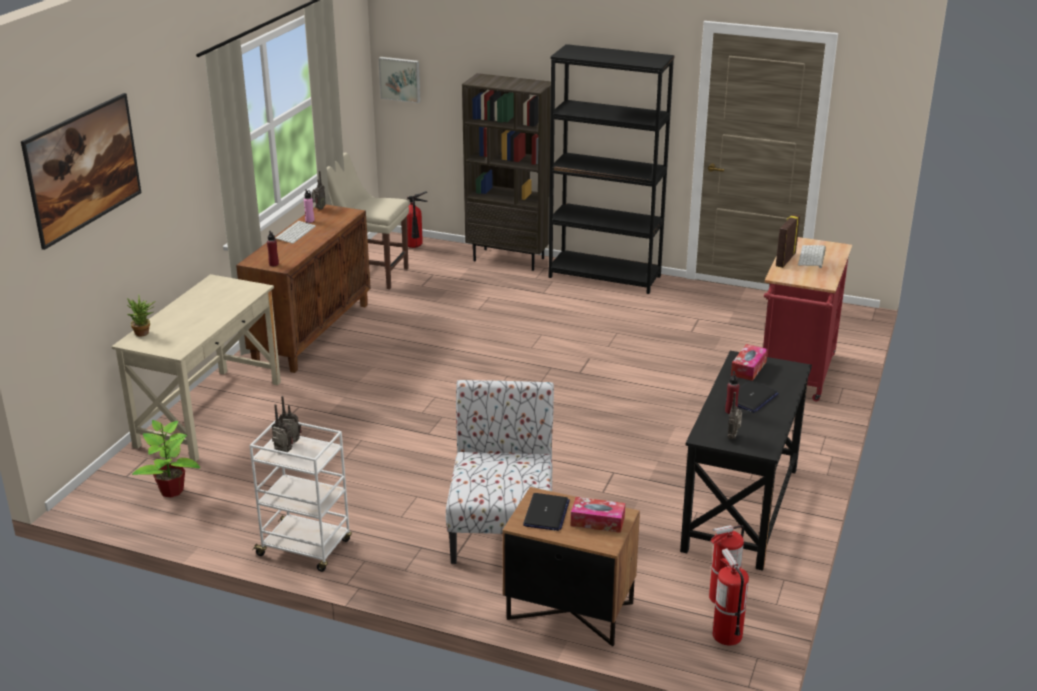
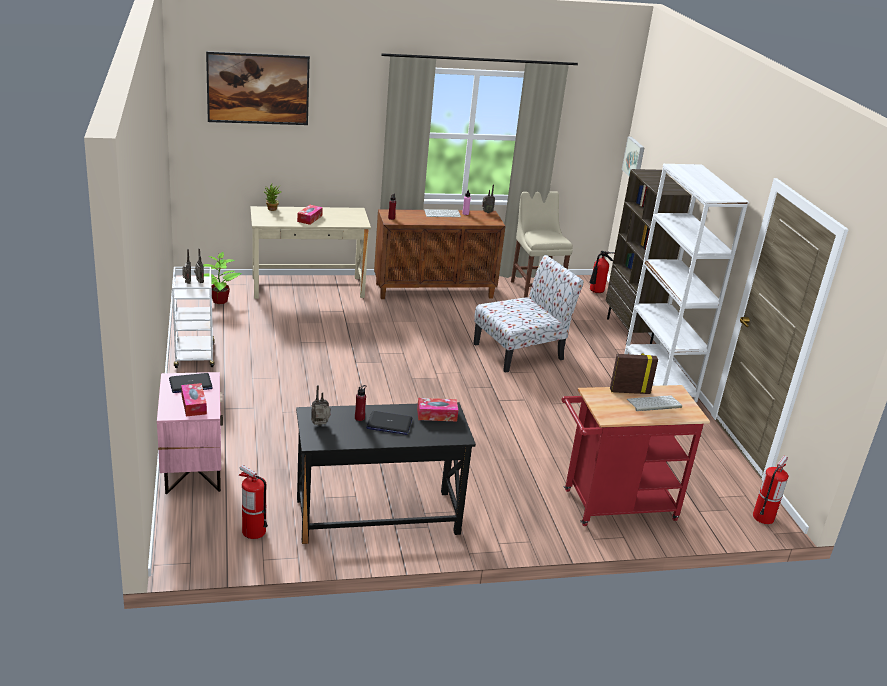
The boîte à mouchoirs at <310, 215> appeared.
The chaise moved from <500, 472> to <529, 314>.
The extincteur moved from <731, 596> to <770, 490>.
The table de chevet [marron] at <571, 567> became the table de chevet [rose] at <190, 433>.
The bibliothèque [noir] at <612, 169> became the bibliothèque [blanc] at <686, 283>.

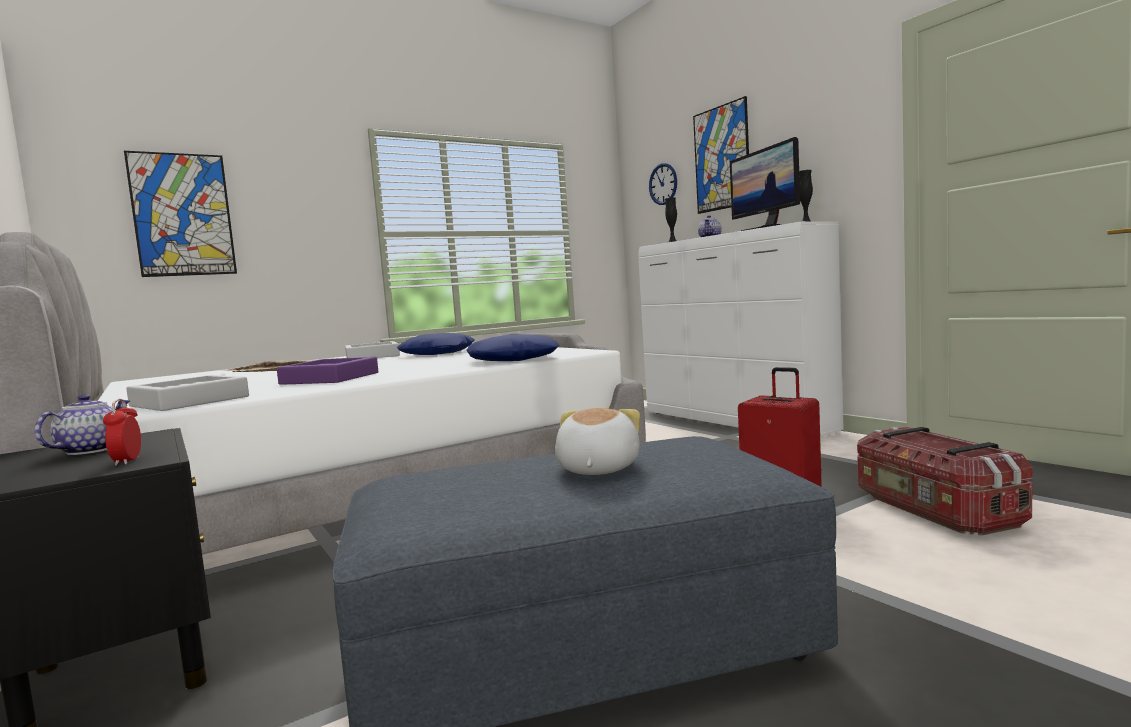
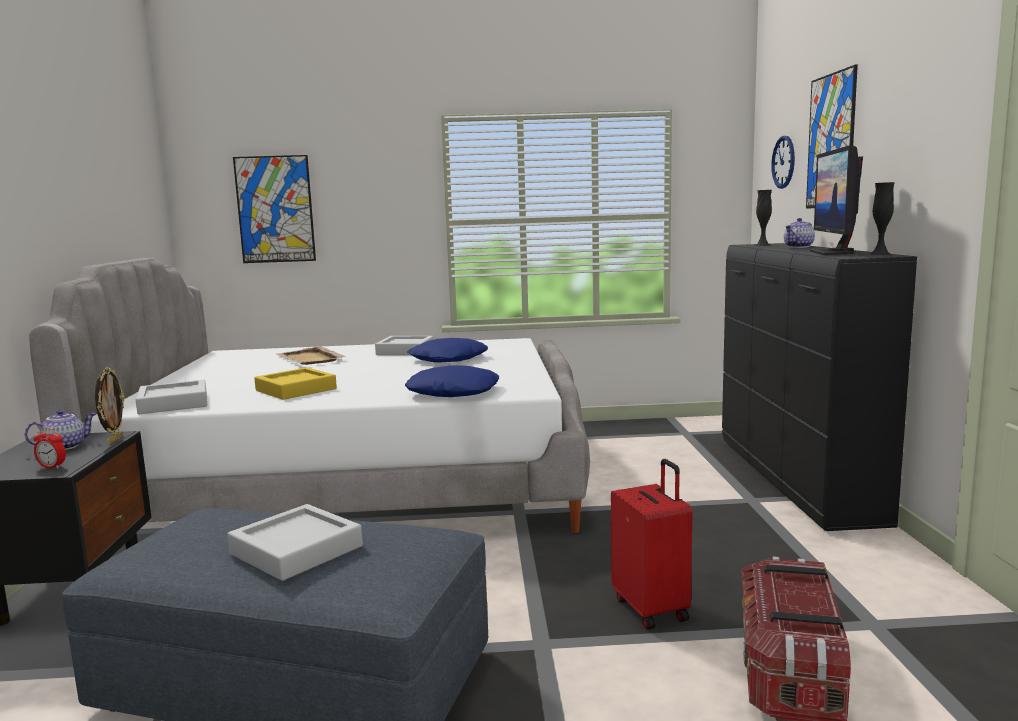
The cadre photo at <110, 406> appeared.
The peluche at <597, 441> was replaced by the plateau [gris] at <295, 542>.
The plateau [violet] at <327, 371> became the plateau [jaune] at <295, 383>.
The commode [blanc] at <741, 328> became the commode [noir] at <819, 387>.
The réveil at <122, 432> turned 90 degrees counterclockwise.

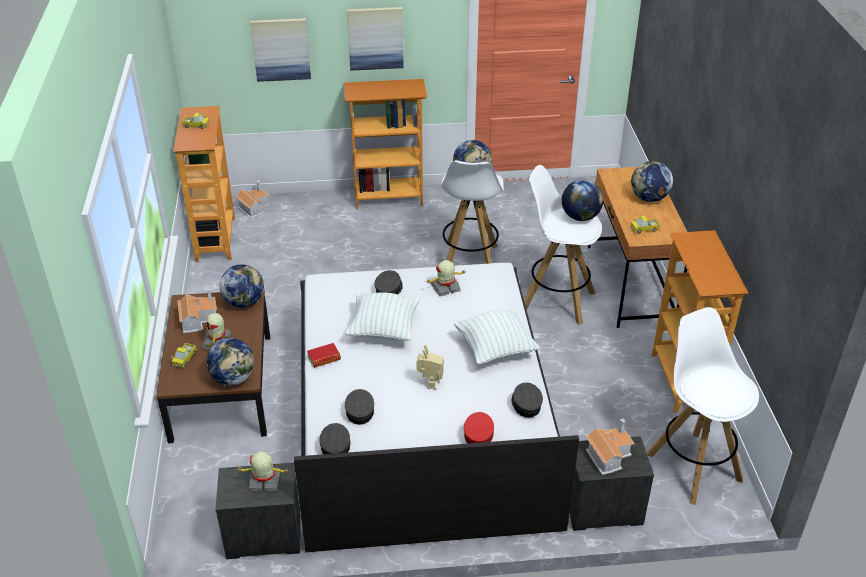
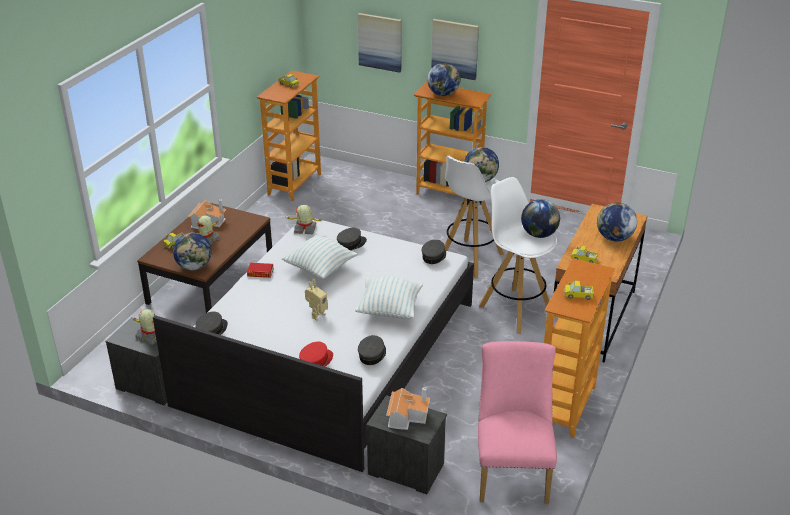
The maison miniature at <253, 199> disappeared.
The camion jouet at <579, 290> appeared.
The globe moved from <241, 286> to <444, 79>.
The casquette [gris] moved from <359, 407> to <434, 251>.
The robot jouet moved from <446, 278> to <305, 219>.
The tabouret [blanc] at <703, 406> was replaced by the chaise [rose] at <517, 422>.

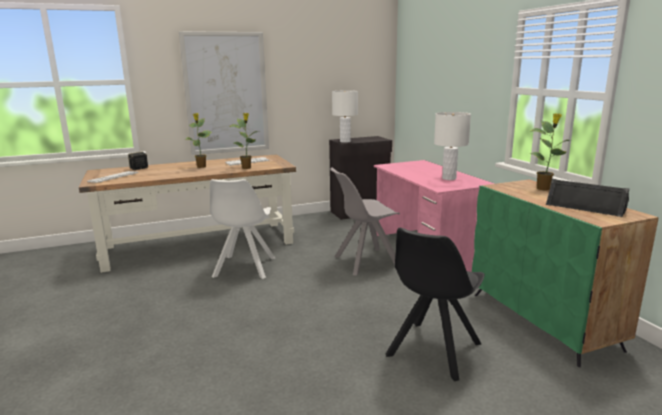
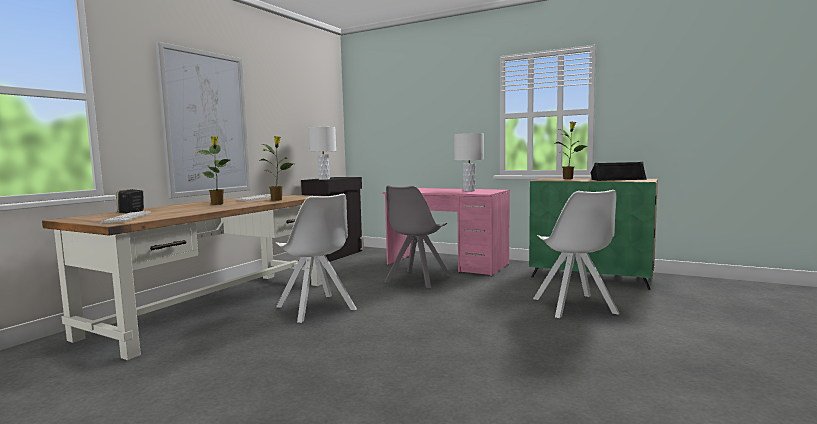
The chaise [noir] at <435, 304> became the chaise [blanc] at <576, 254>.

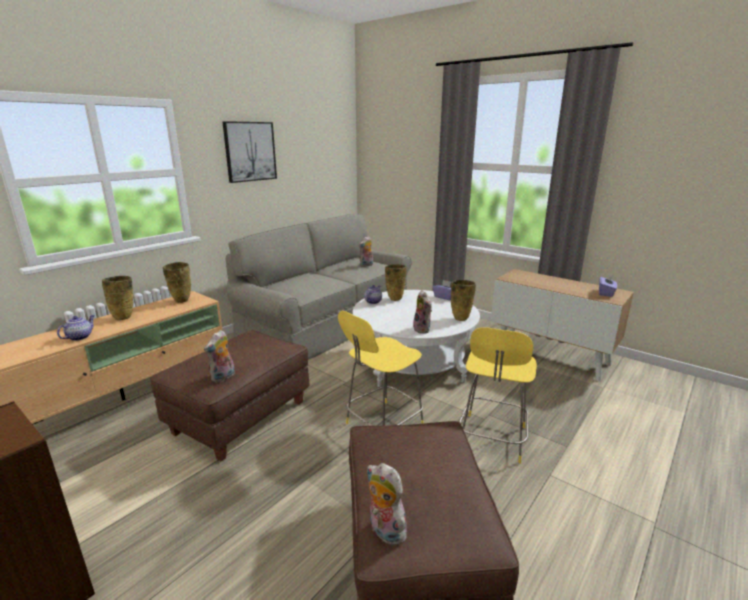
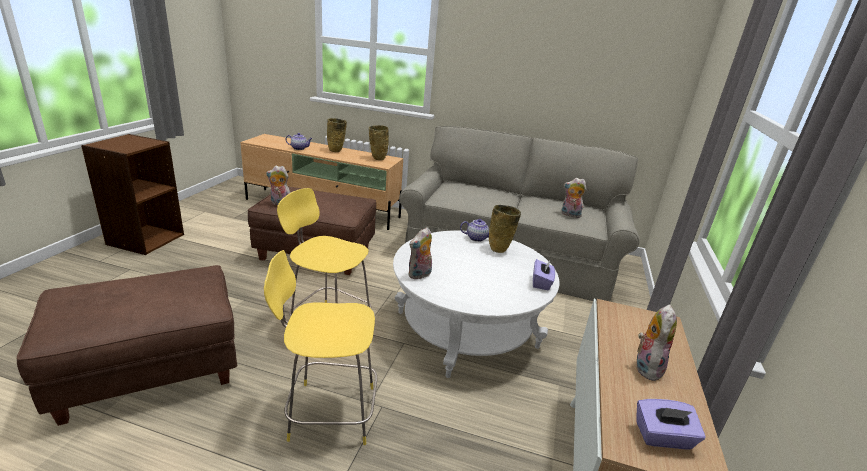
The tableau at <249, 152> disappeared.
The vase [beige] at <463, 300> disappeared.
The peluche moved from <388, 504> to <656, 342>.

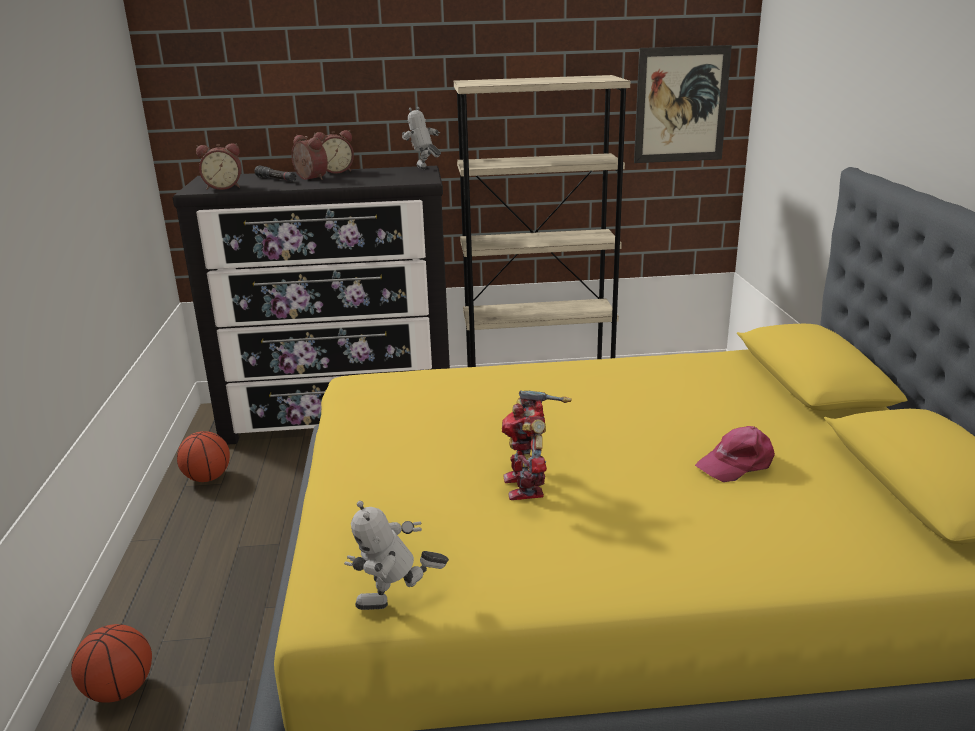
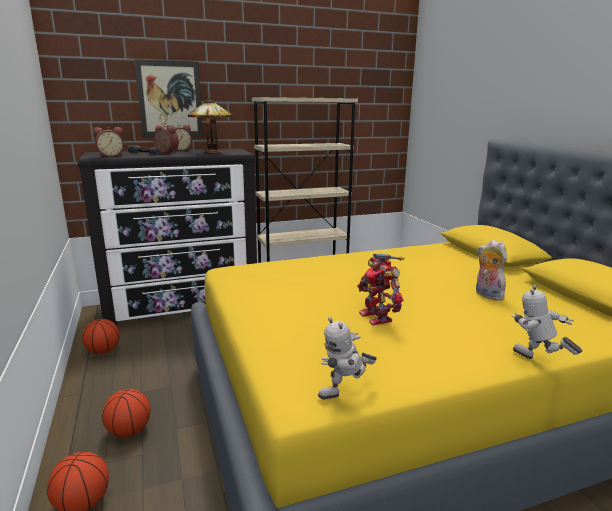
The ballon de basket at <126, 413> appeared.
The lampe de table at <210, 125> appeared.
The robot jouet moved from <421, 138> to <546, 321>.
The tableau moved from <683, 104> to <168, 98>.
The casquette [rose] at <735, 454> was replaced by the peluche at <491, 270>.

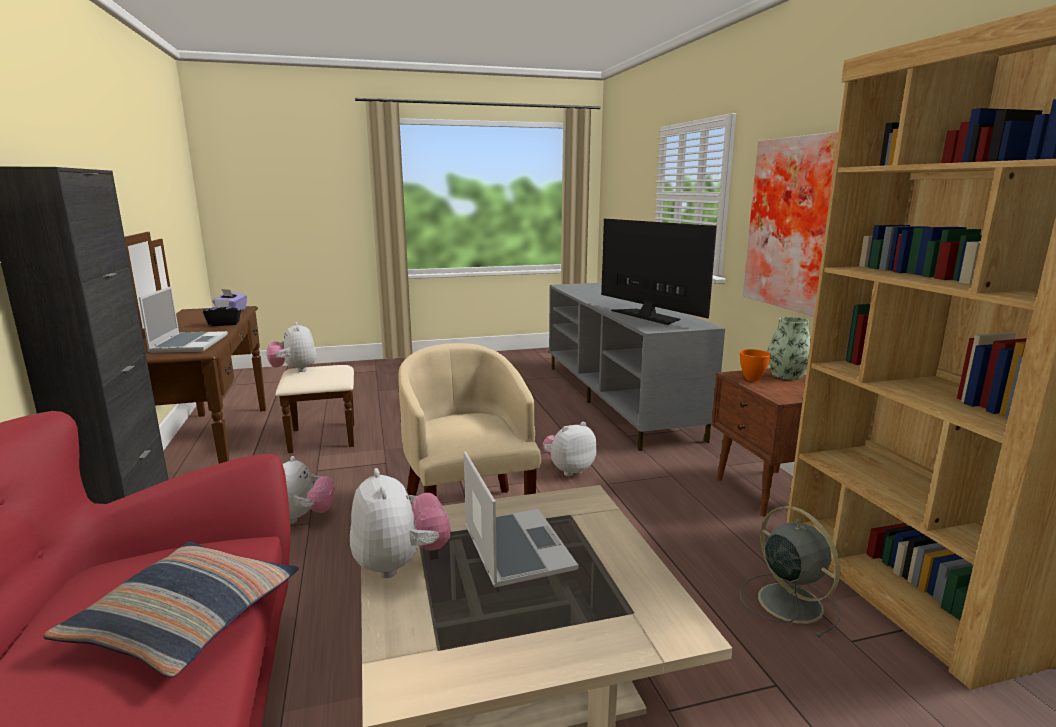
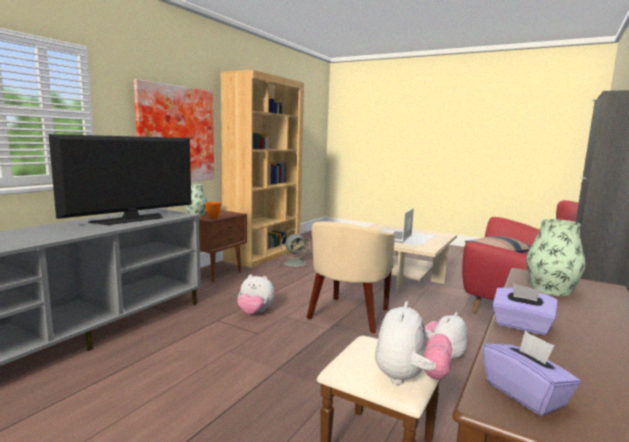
The peluche at <400, 523> disappeared.
The ordinateur portable at <183, 319> was replaced by the vase at <555, 257>.
The boîte à mouchoirs [noir] at <222, 312> became the boîte à mouchoirs [violet] at <525, 309>.
The téléviseur at <659, 272> turned 150 degrees counterclockwise.
The ventilateur [gris] at <790, 572> turned 135 degrees counterclockwise.

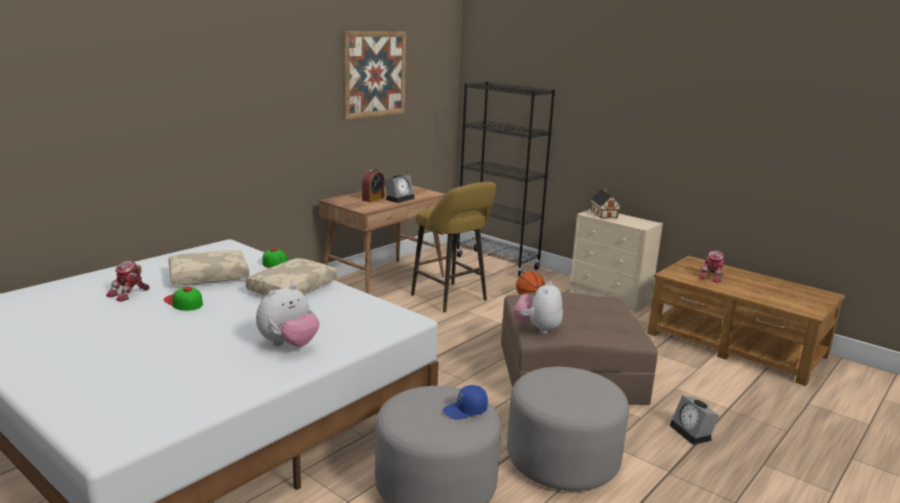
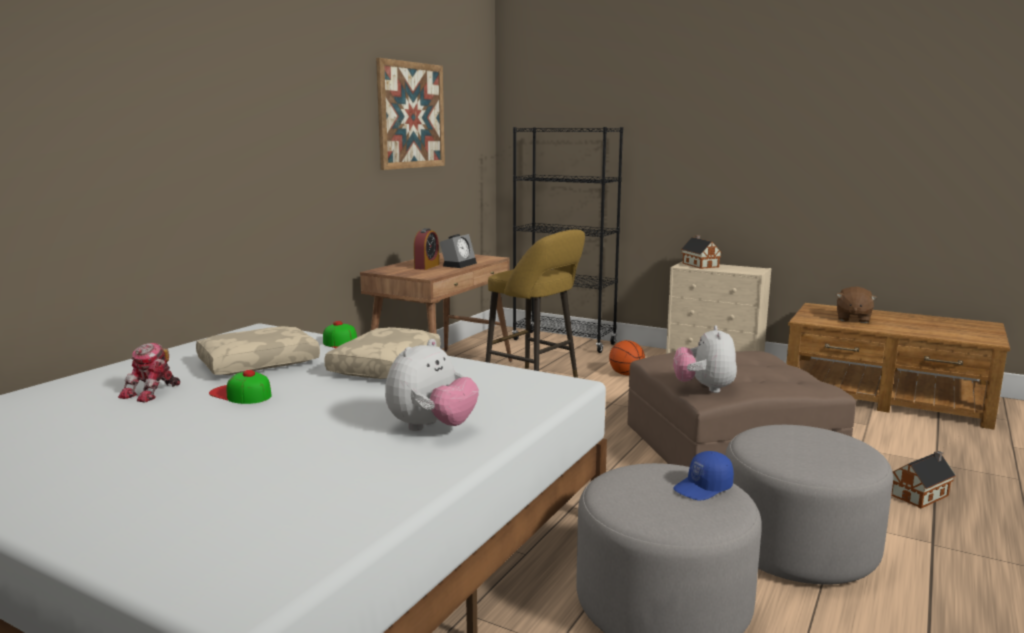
The réveil at <694, 420> was replaced by the maison miniature at <923, 479>.
The robot jouet at <711, 267> was replaced by the peluche [marron] at <856, 304>.

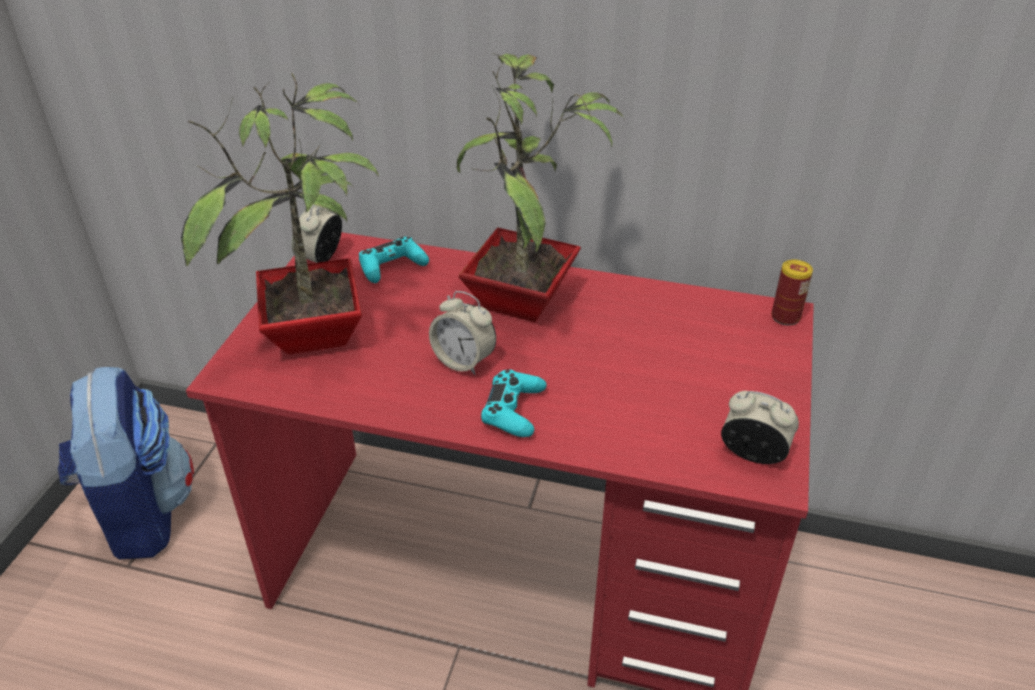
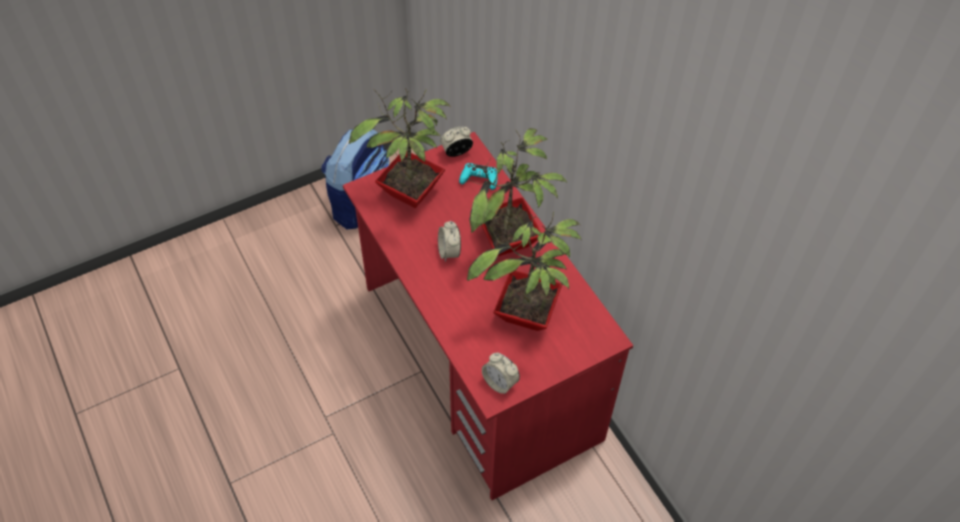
The manette [turquoise] at <514, 403> disappeared.
The boîte métallique at <792, 292> disappeared.
The plante en pot at <524, 271> appeared.
The réveil at <760, 427> turned 150 degrees clockwise.

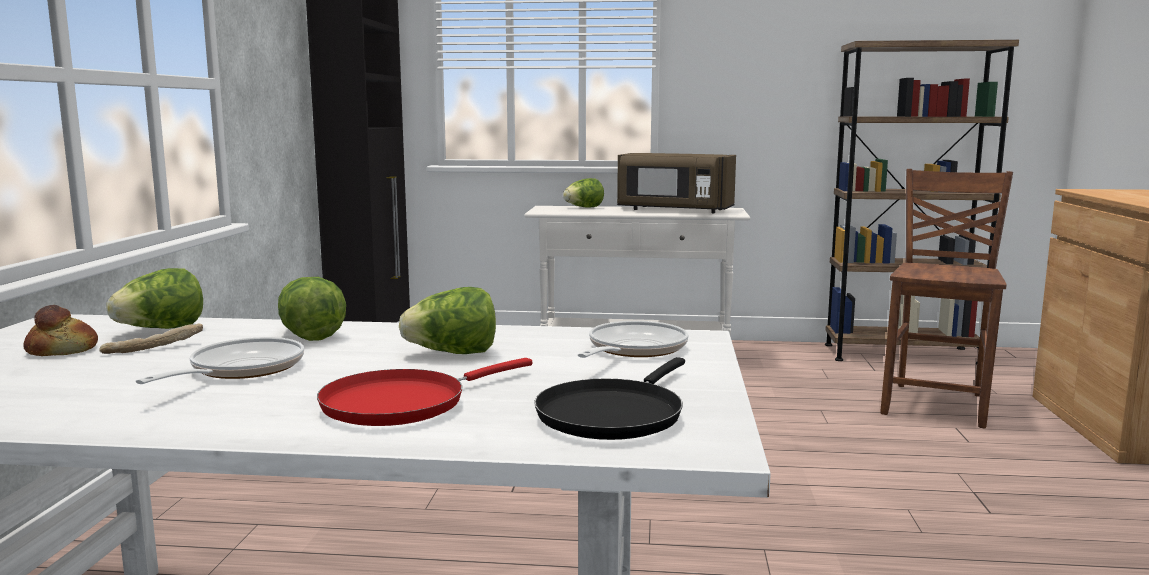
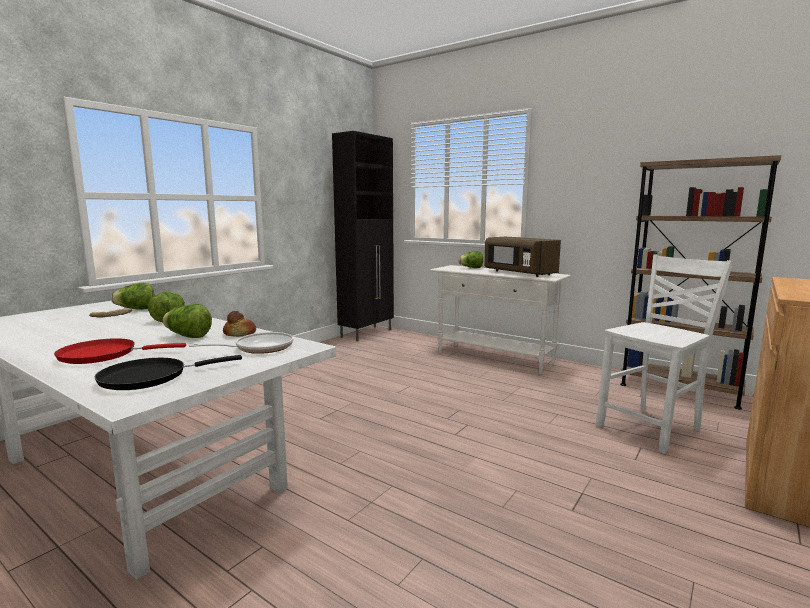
The poêle at <220, 360> disappeared.
The pain moved from <60, 330> to <239, 324>.
The chaise [marron] at <946, 299> became the chaise [blanc] at <664, 354>.

